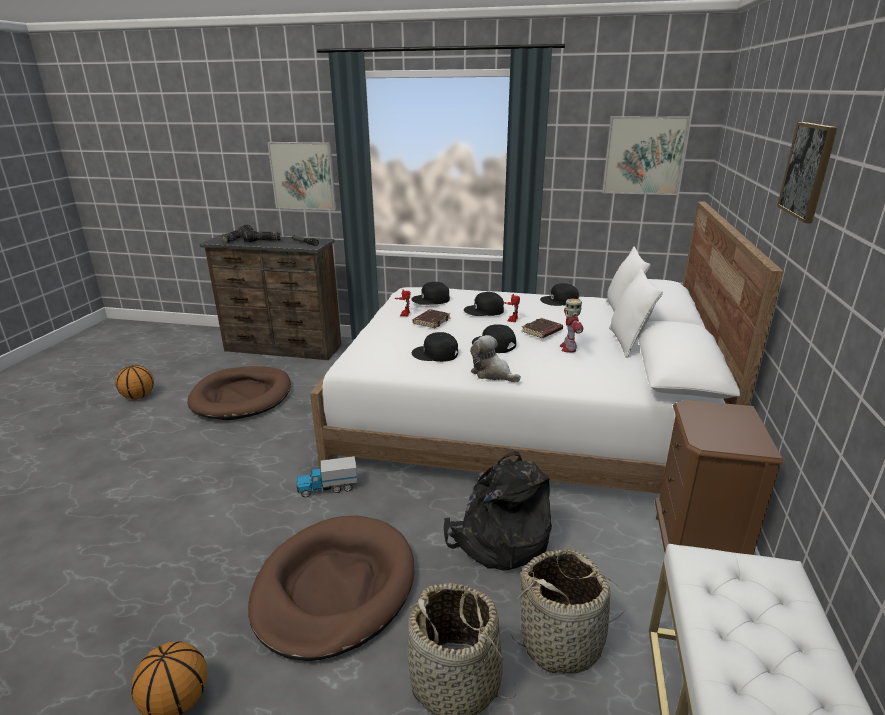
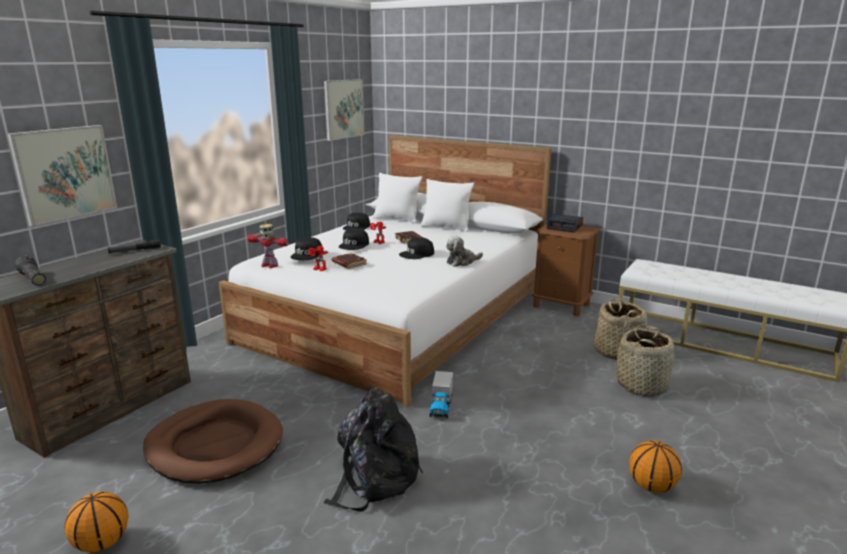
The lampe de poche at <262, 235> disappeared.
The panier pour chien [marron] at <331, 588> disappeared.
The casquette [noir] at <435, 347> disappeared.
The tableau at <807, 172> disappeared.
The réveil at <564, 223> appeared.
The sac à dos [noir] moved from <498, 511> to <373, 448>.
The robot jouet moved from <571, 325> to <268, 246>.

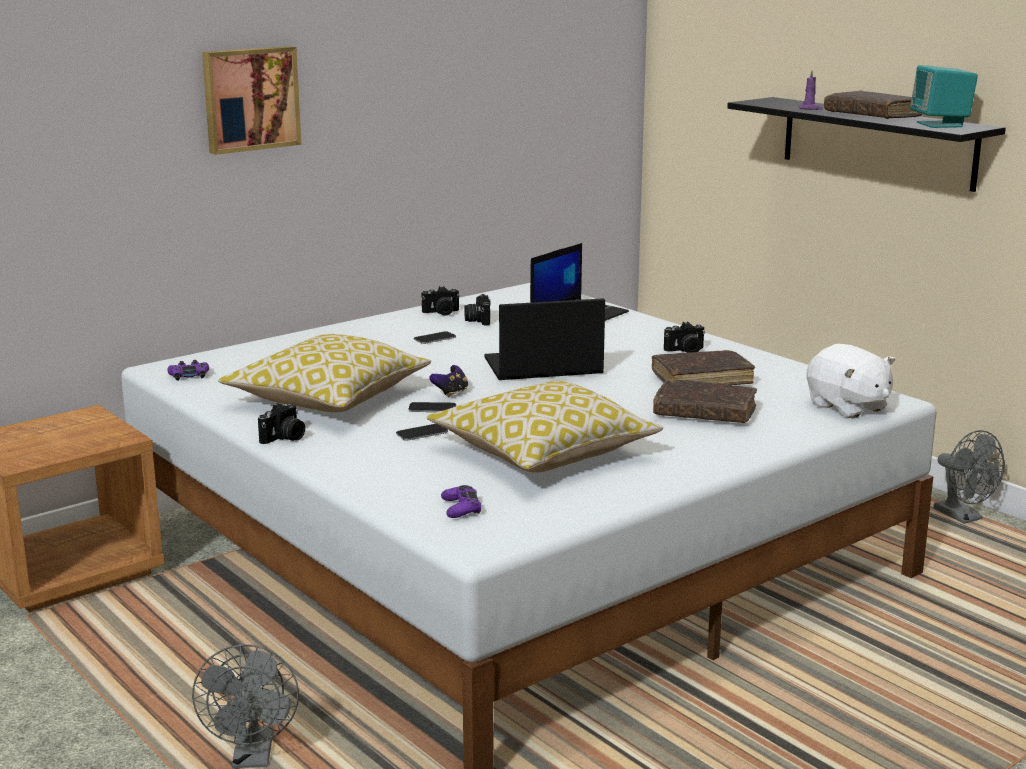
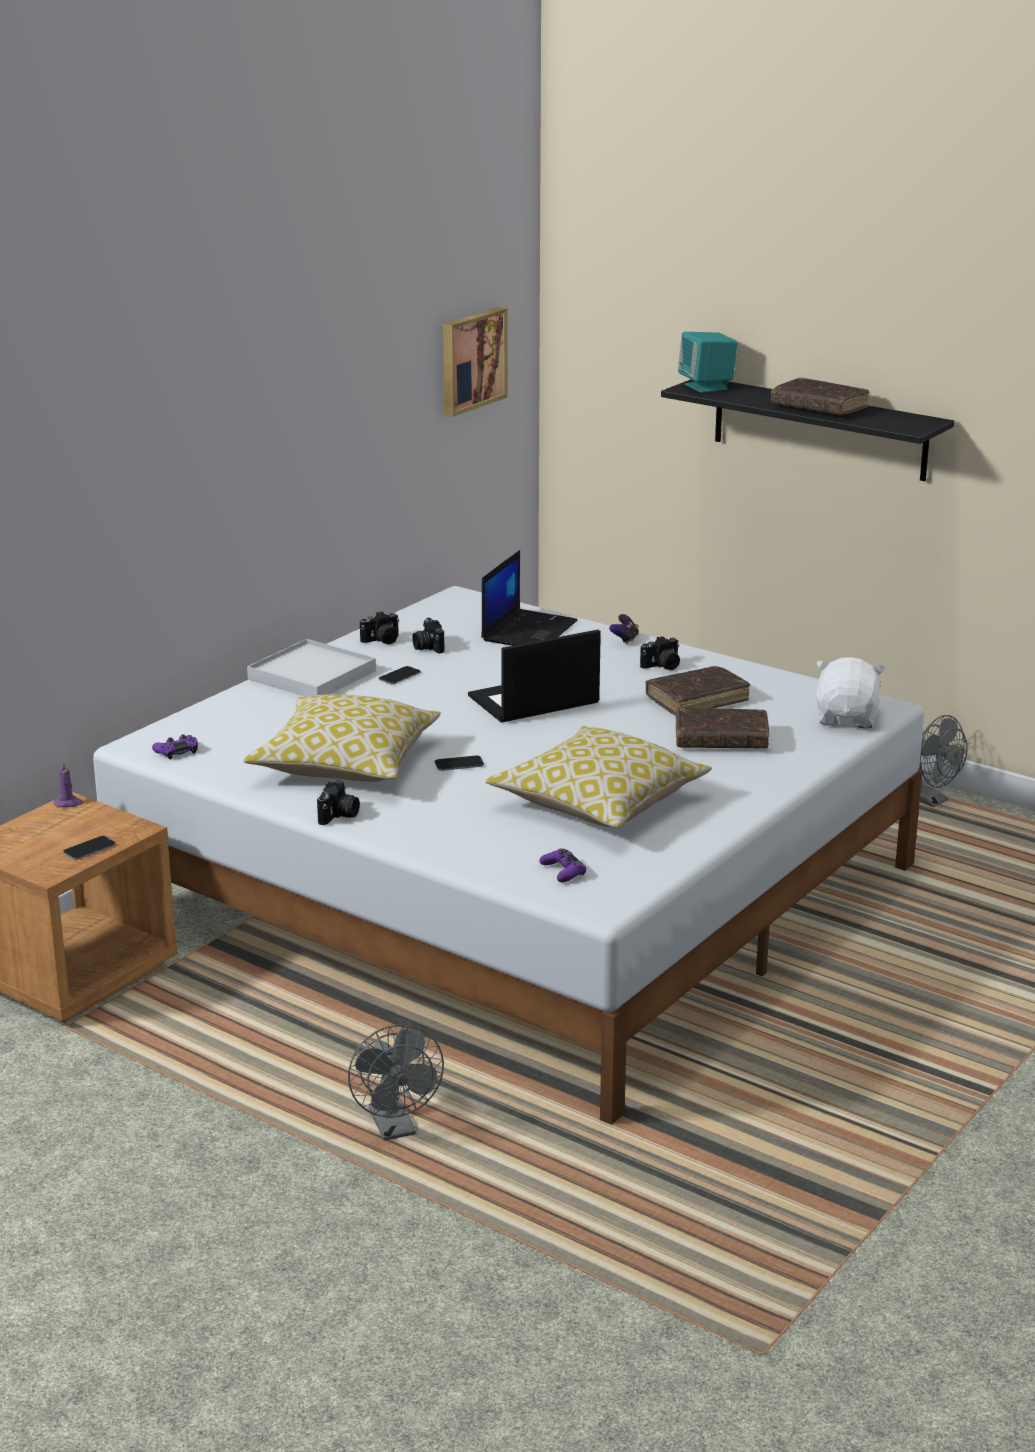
The plateau [blanc] at <311, 668> appeared.
The tableau moved from <251, 100> to <475, 362>.
The téléphone moved from <422, 432> to <89, 848>.
The manette moved from <448, 381> to <624, 629>.
The bougie [violet] moved from <810, 89> to <69, 784>.
The enceinte [turquoise] moved from <944, 96> to <708, 362>.
The peluche [blanc] at <851, 381> turned 120 degrees counterclockwise.

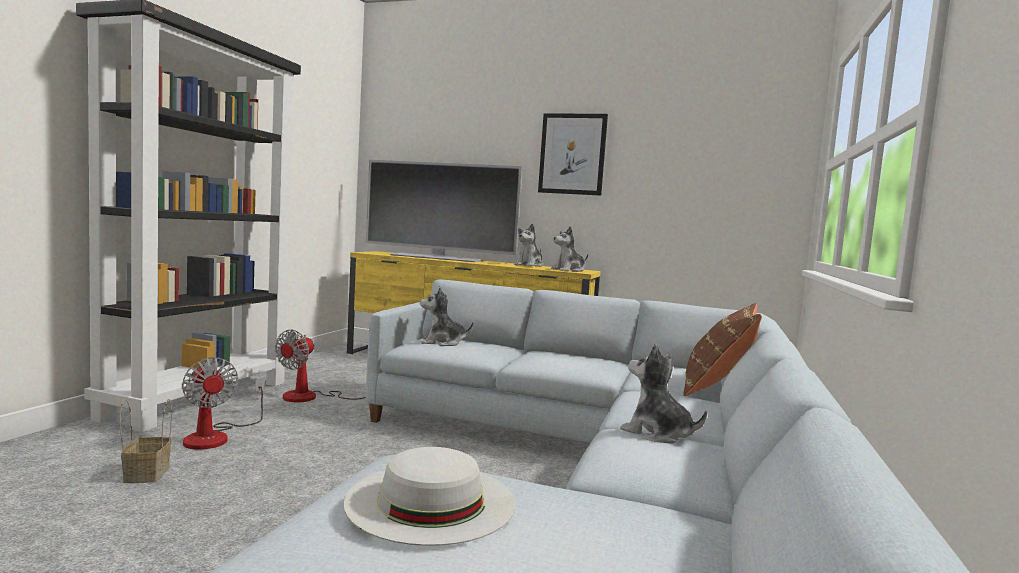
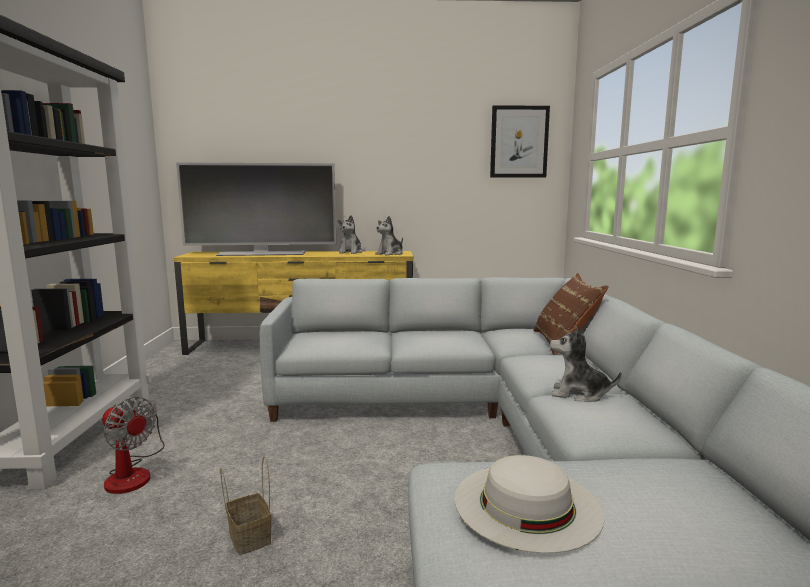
The ventilateur at <320, 365> disappeared.
The peluche at <447, 316> disappeared.
The panier moved from <146, 441> to <245, 505>.
The tableau moved from <573, 154> to <520, 141>.

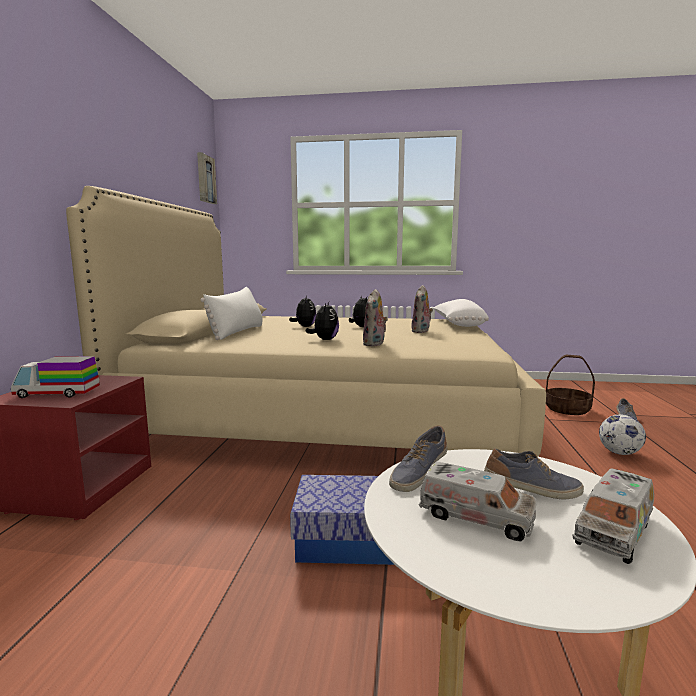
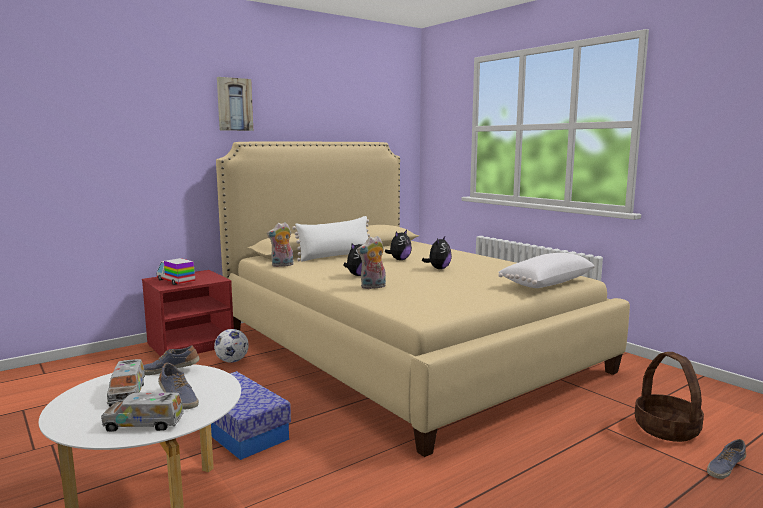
The tableau moved from <207, 178> to <235, 104>.
The peluche moved from <422, 309> to <280, 244>.
The ballon de foot moved from <622, 434> to <231, 346>.

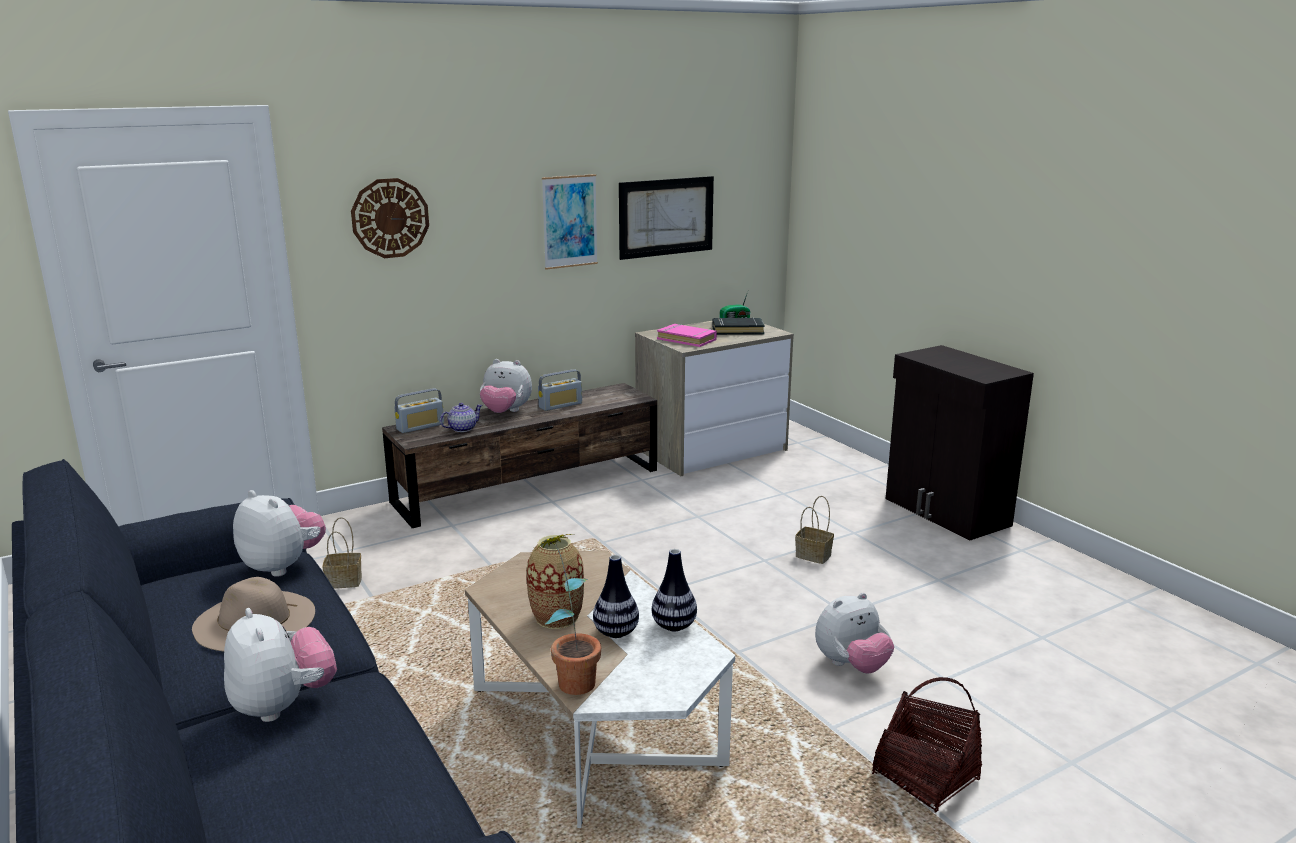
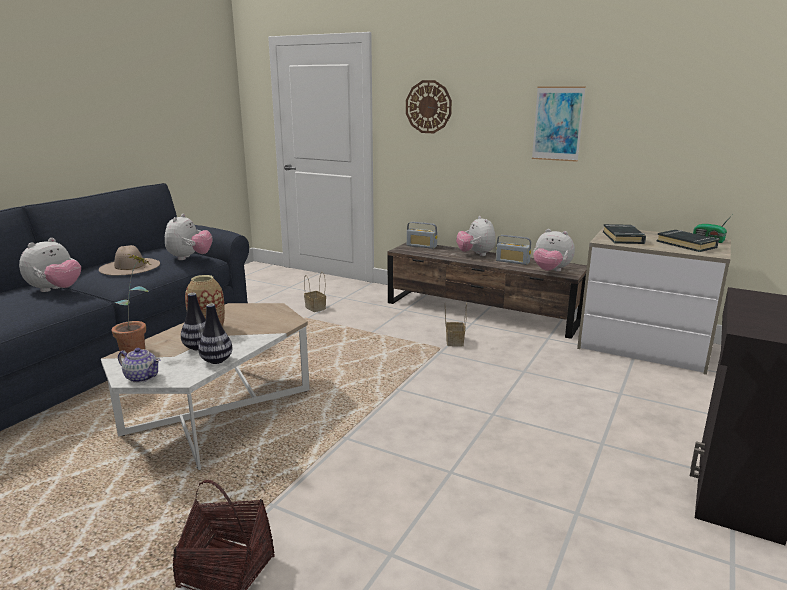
The tableau at <666, 218> disappeared.
The théière moved from <461, 417> to <139, 365>.
The panier moved from <814, 530> to <456, 324>.
The peluche moved from <854, 633> to <554, 250>.
The livre [rose] at <687, 335> became the livre [noir] at <624, 234>.

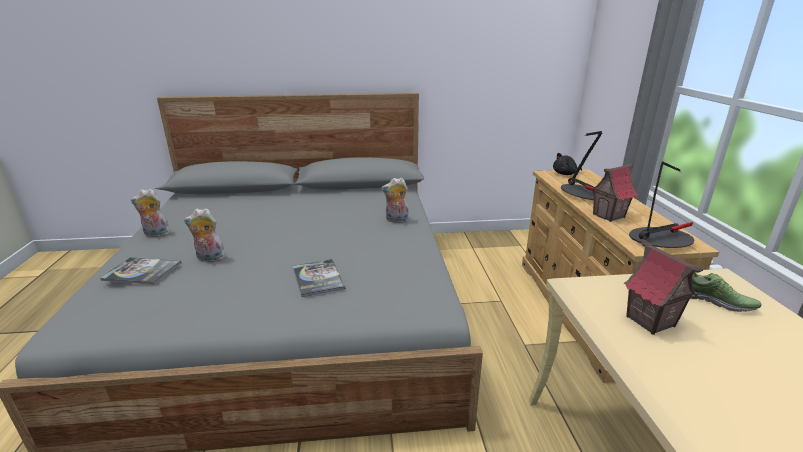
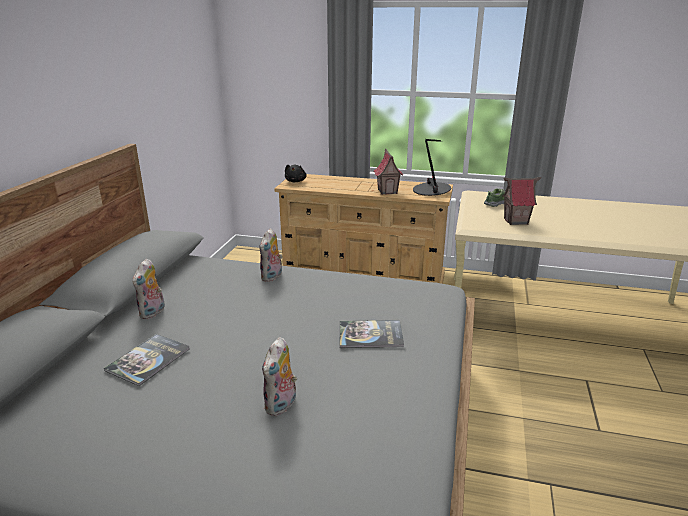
The lampe de table at <581, 165> disappeared.
The livre moved from <141, 271> to <147, 360>.
The peluche moved from <151, 213> to <148, 288>.

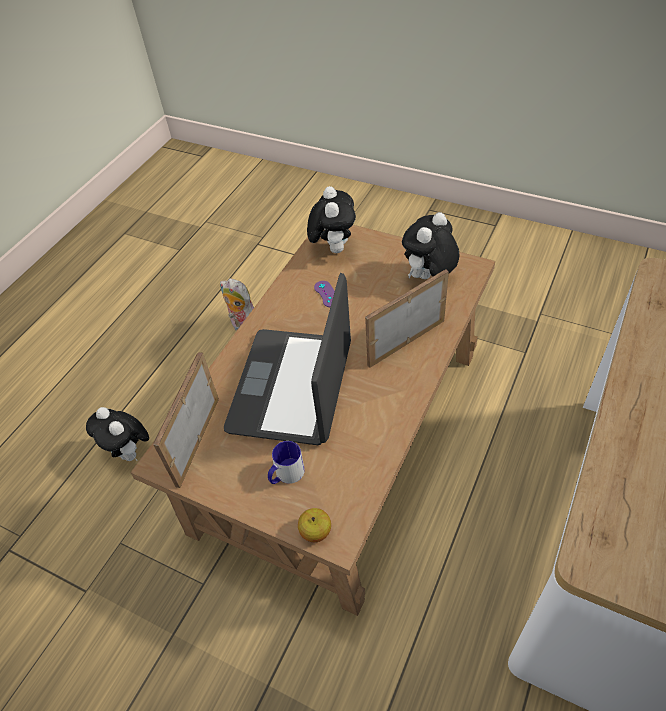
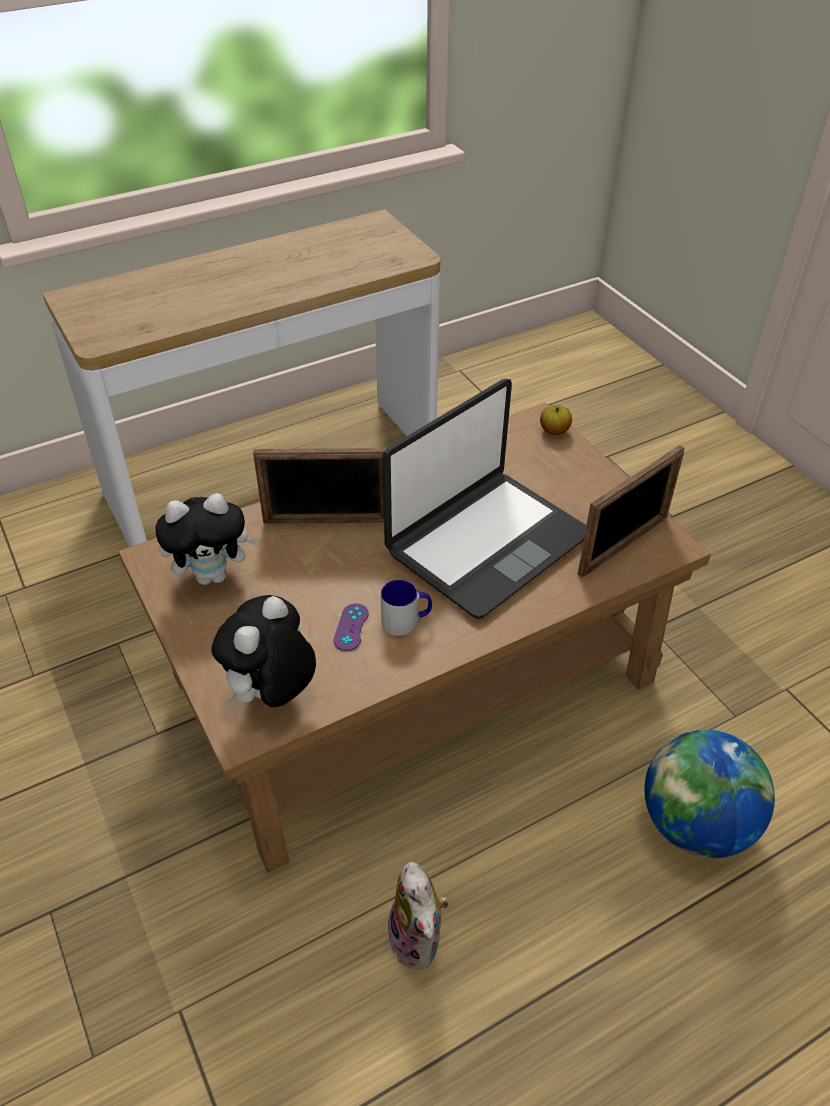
The mug moved from <286, 462> to <406, 608>.
The peluche at <117, 434> was replaced by the globe at <709, 794>.

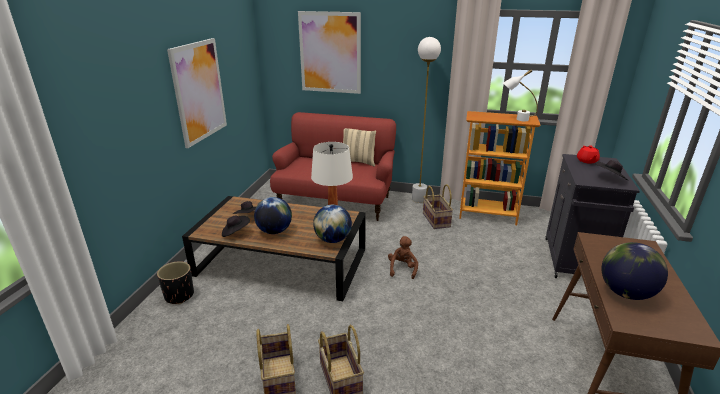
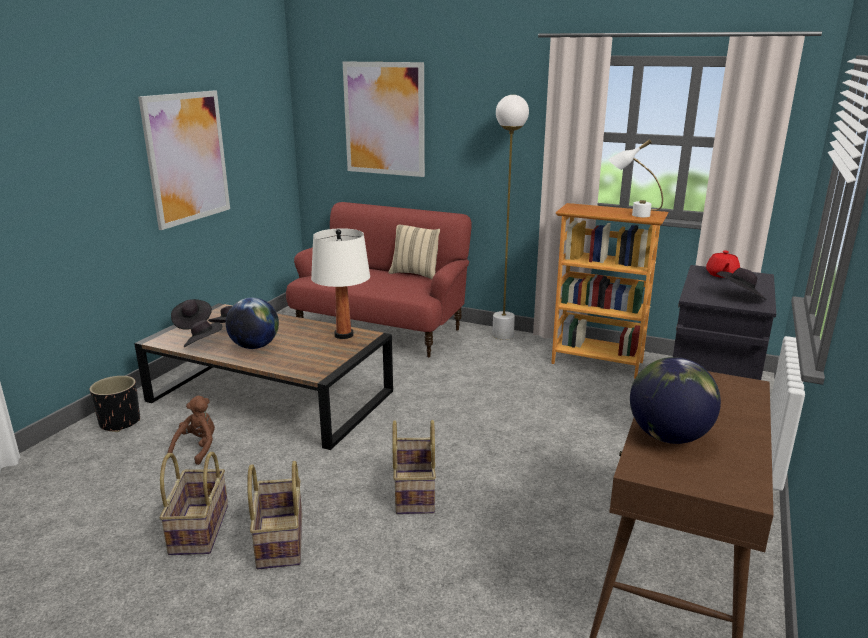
The globe at <332, 224> disappeared.
The chapeau [noir] at <191, 314> appeared.
The peluche [marron] moved from <403, 257> to <191, 430>.
The panier moved from <438, 206> to <414, 467>.

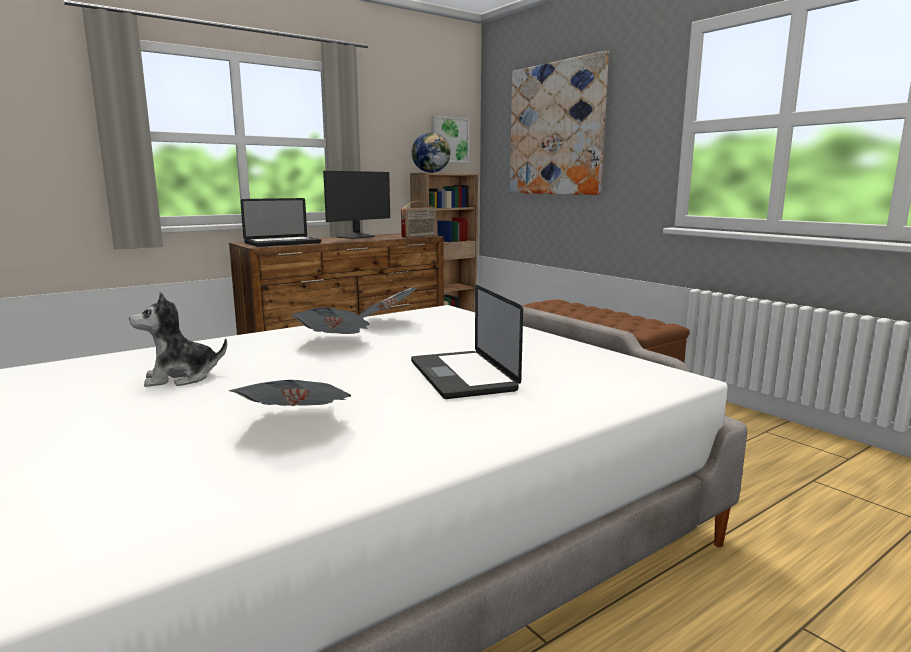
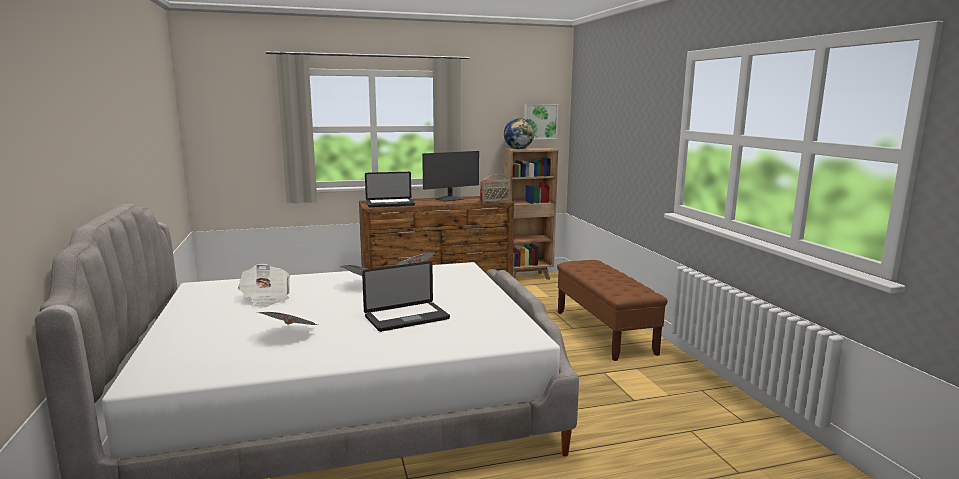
The tableau at <559, 123> disappeared.
The peluche at <178, 339> was replaced by the journal at <264, 286>.
The ordinateur portable at <467, 342> turned 120 degrees counterclockwise.

